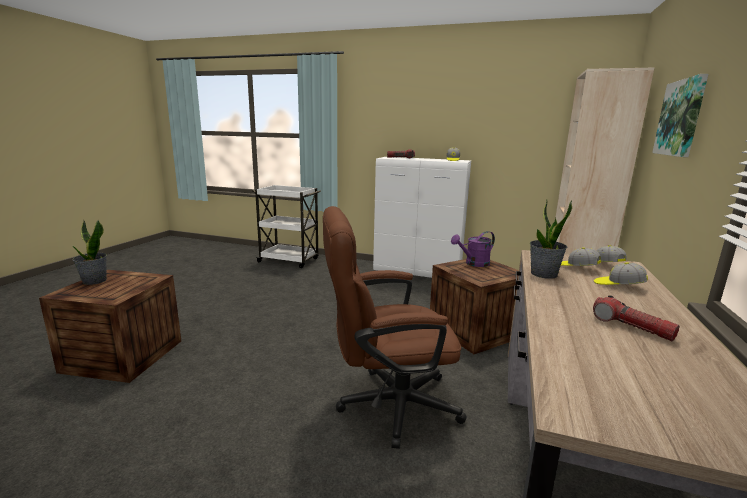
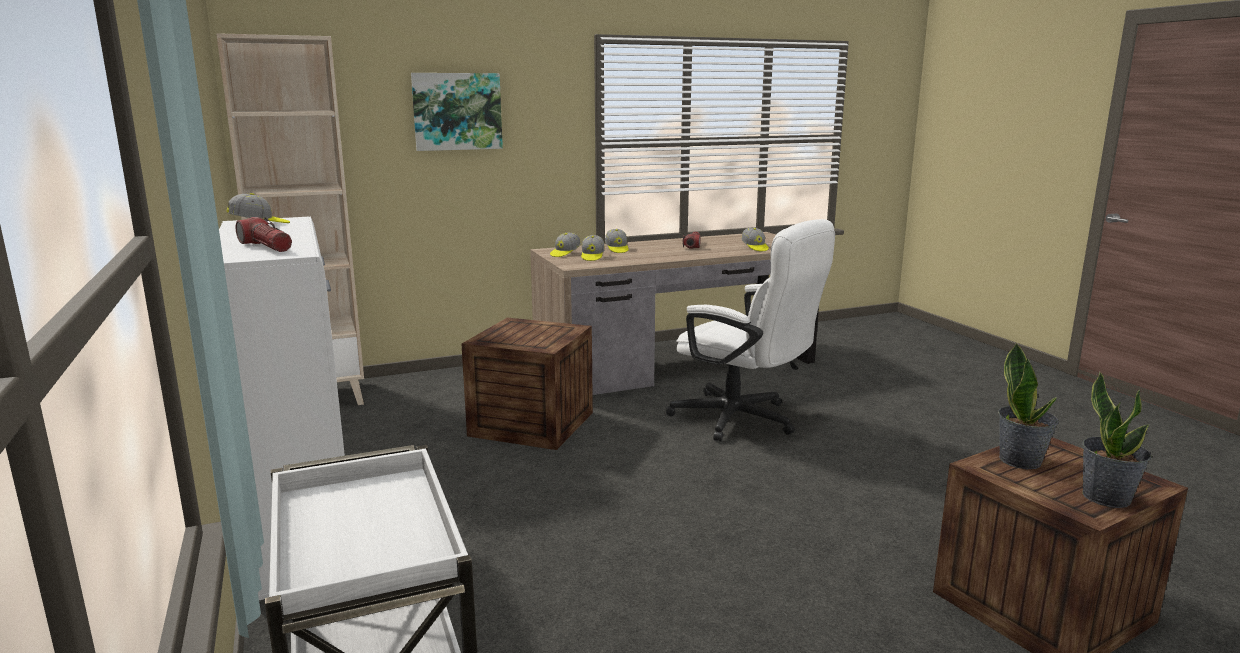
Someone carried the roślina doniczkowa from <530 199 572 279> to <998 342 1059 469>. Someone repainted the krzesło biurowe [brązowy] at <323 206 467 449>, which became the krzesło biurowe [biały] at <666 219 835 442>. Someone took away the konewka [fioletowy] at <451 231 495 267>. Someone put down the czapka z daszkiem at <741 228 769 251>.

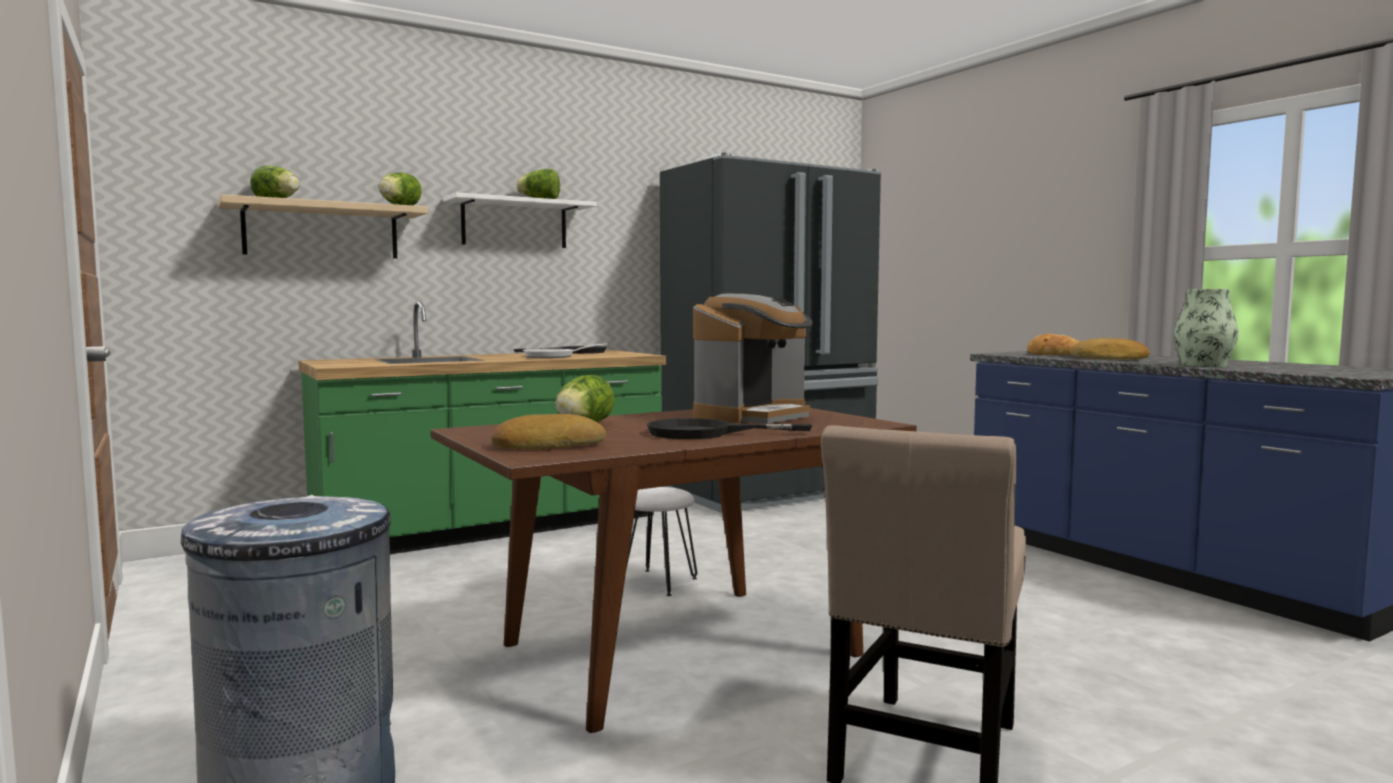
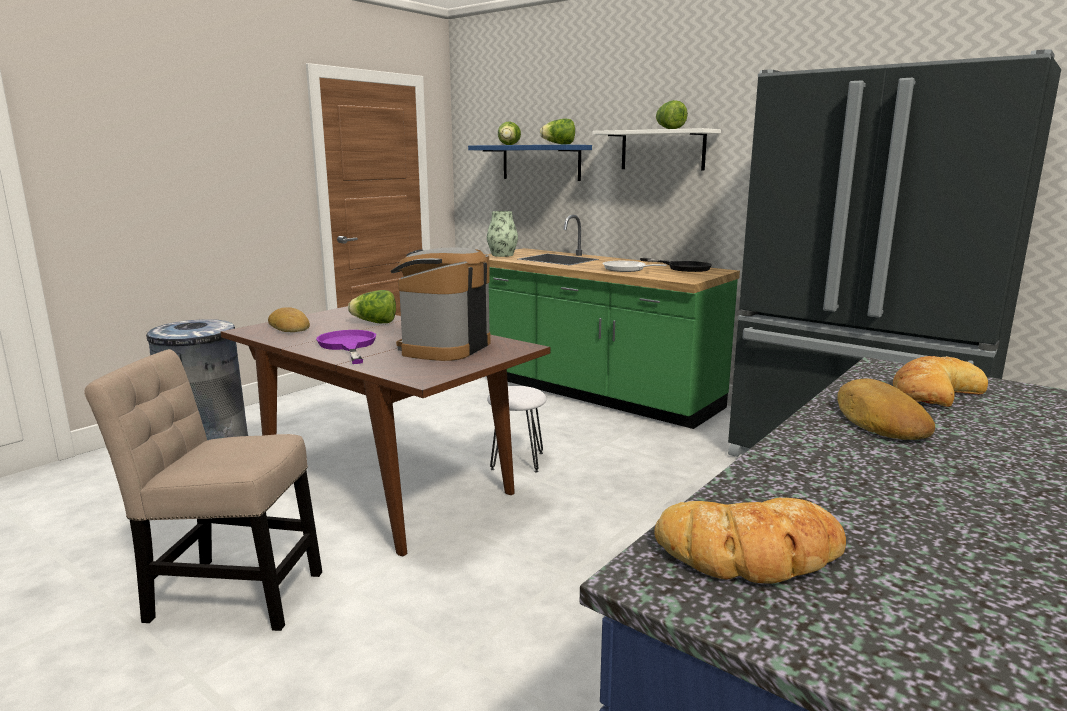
Someone repainted the półka [beżowy] at <218 194 428 259>, which became the półka [niebieski] at <468 145 592 181>. Someone carried the wazon from <1174 289 1239 367> to <487 211 518 257>. Someone rotated the ekspres do kawy at <693 294 813 424> by 90 degrees clockwise. Someone repainted the patelnia [czarny] at <647 418 812 439>, which became the patelnia [fioletowy] at <316 330 376 364>. Someone put down the chleb at <654 497 846 584>.

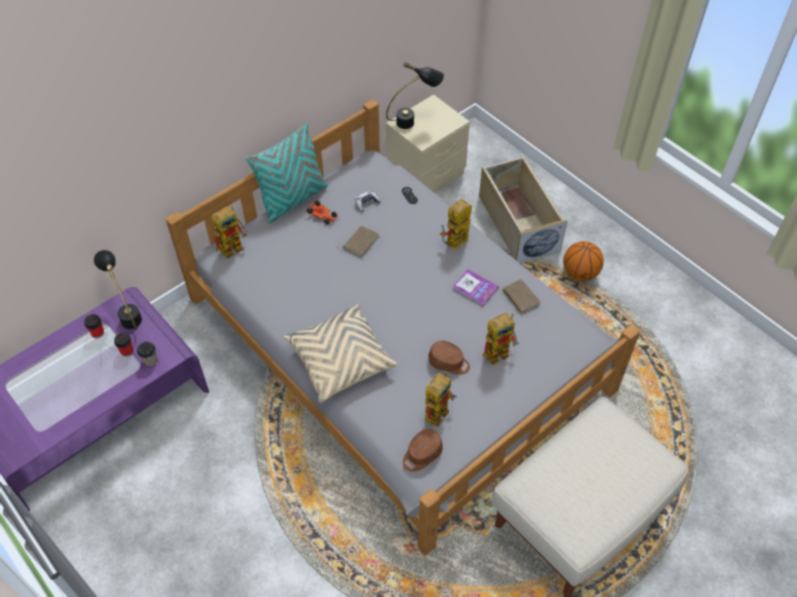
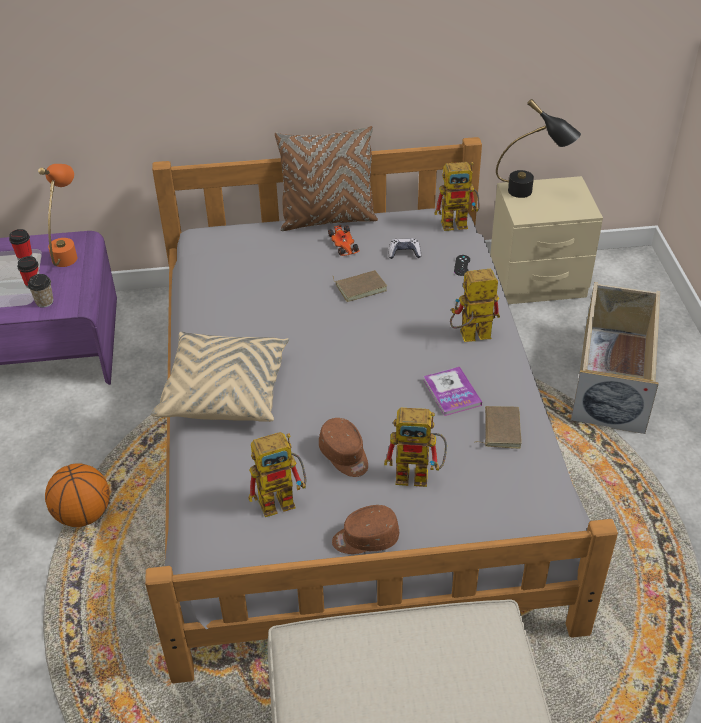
Someone repainted the poduszka [turkusowy] at <246 123 328 224>, which became the poduszka [brązowy] at <275 126 378 231>. Someone carried the robot zabawkowy from <211 206 248 259> to <434 162 480 231>. Someone carried the piłka do koszykówki from <563 241 604 281> to <45 463 110 527>. Someone repainted the lampa stołowa [czarny] at <94 250 142 330>, which became the lampa stołowa [pomarańczowy] at <38 164 77 267>. Someone carried the czapka z daszkiem [brązowy] from <403 429 443 472> to <332 505 399 554>.

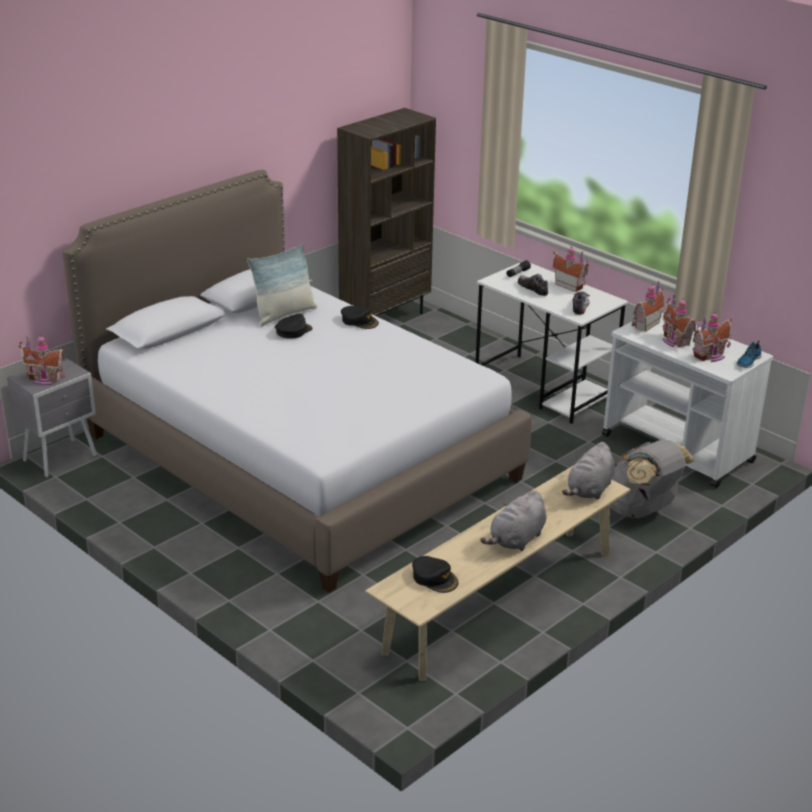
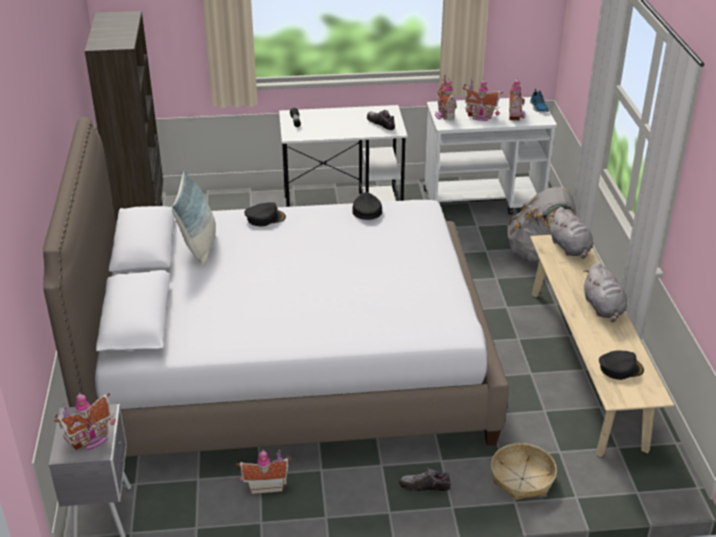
Someone carried the domek from <552 246 589 292> to <236 449 292 494>. Someone carried the but from <518 274 548 296> to <399 467 451 492>. Someone carried the czapka z daszkiem [czarny] from <275 313 313 339> to <352 192 382 220>. Someone put down the koszyk at <491 443 557 500>.

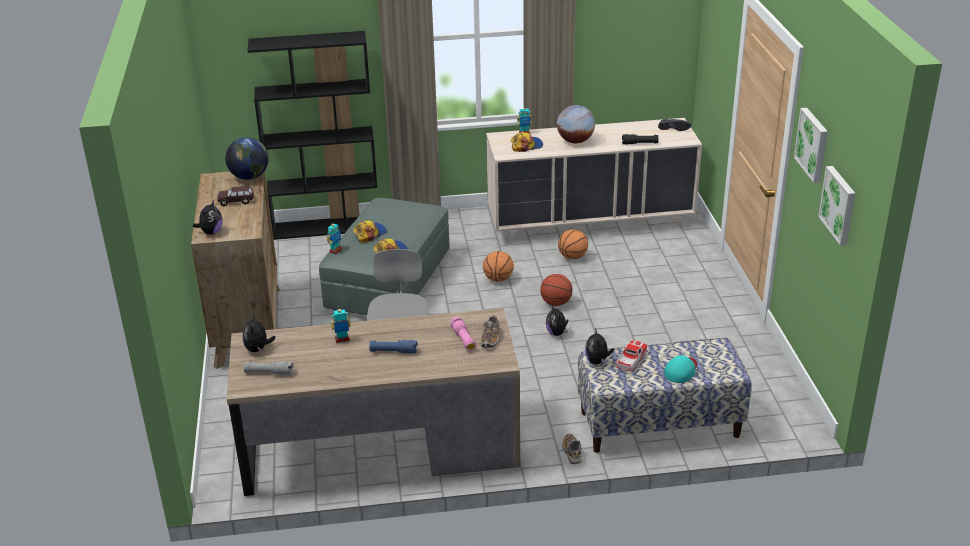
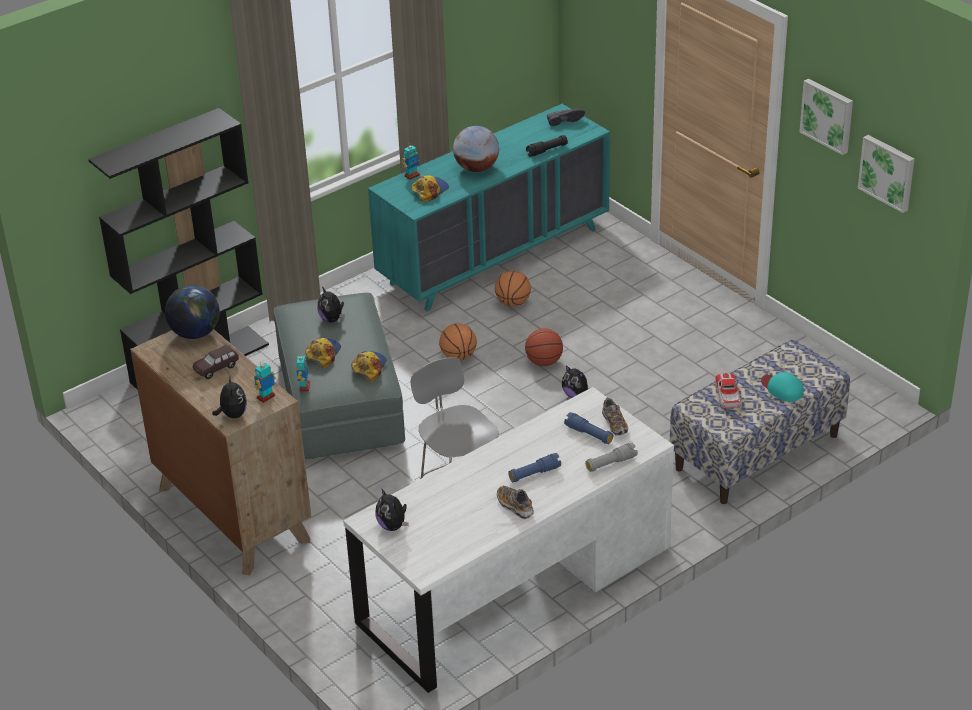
Someone repainted the komoda [beżowy] at <486 118 702 243>, which became the komoda [turkusowy] at <368 104 610 311>. Someone carried the robot zabawkowy from <331 306 351 343> to <254 361 276 403>. Someone repainted the biurko [brązowy] at <227 308 520 496>, which became the biurko [biały] at <343 387 674 693>. Someone repainted the latarka [różowy] at <450 317 476 351>, which became the latarka [niebieski] at <564 412 613 444>. Someone carried the pluszak from <585 328 614 364> to <317 287 345 322>. Someone rotated the czapka z daszkiem [turkusowy] at <664 355 697 383> by 45 degrees counterclockwise. Someone carried the latarka [szary] from <244 361 294 375> to <585 443 638 472>. Someone carried the but from <562 434 582 465> to <497 486 534 519>.

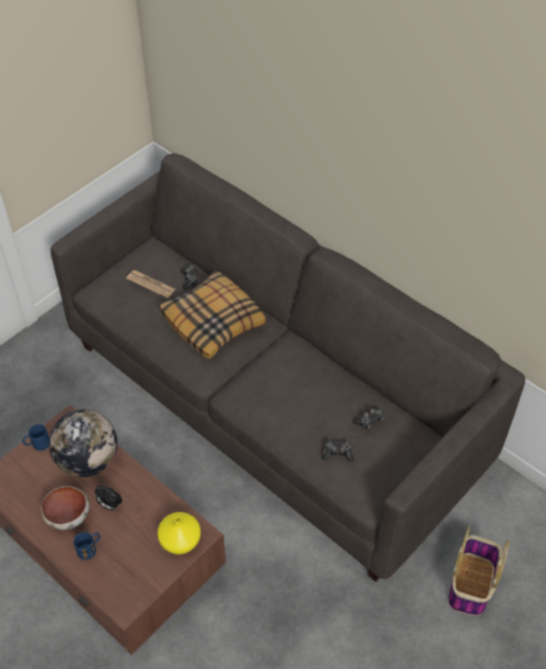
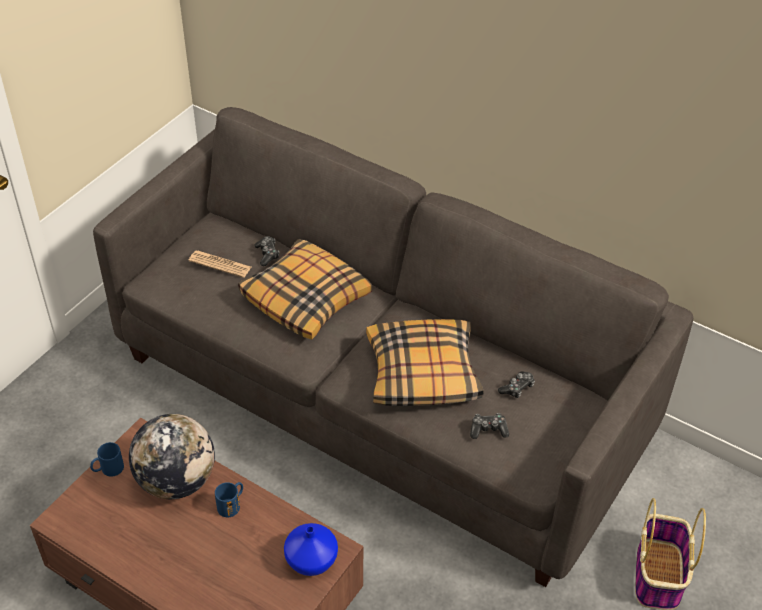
Someone took away the budzik at <95 485 122 511>. Someone took away the miska at <40 486 90 530>. Someone repainted the wazon [żółty] at <157 512 201 554>, which became the wazon [niebieski] at <284 523 338 576>. Someone carried the kubek [niebieski] from <74 532 100 560> to <215 482 243 517>. Someone put down the poduszka at <366 319 484 406>.

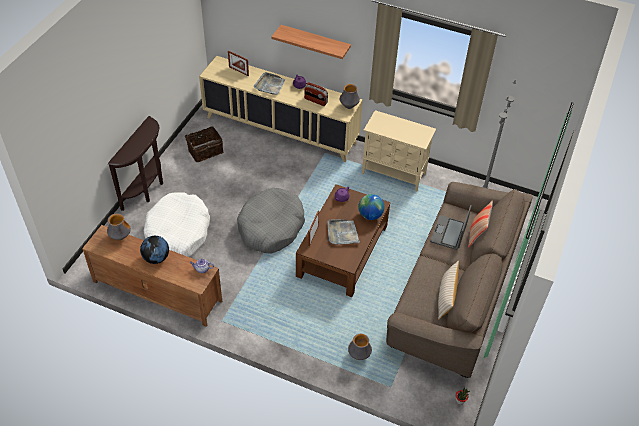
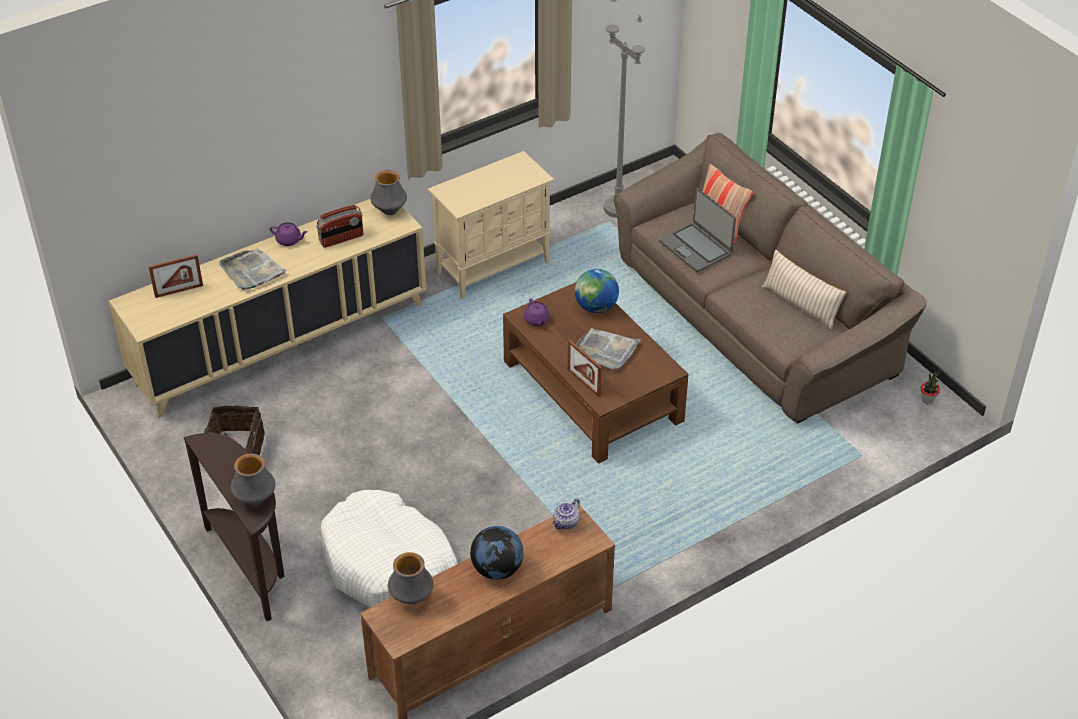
Someone took away the półka at <271 25 351 59>. Someone took away the legowisko [szary] at <237 188 305 253>. Someone carried the wazon from <348 334 372 360> to <231 453 275 505>.

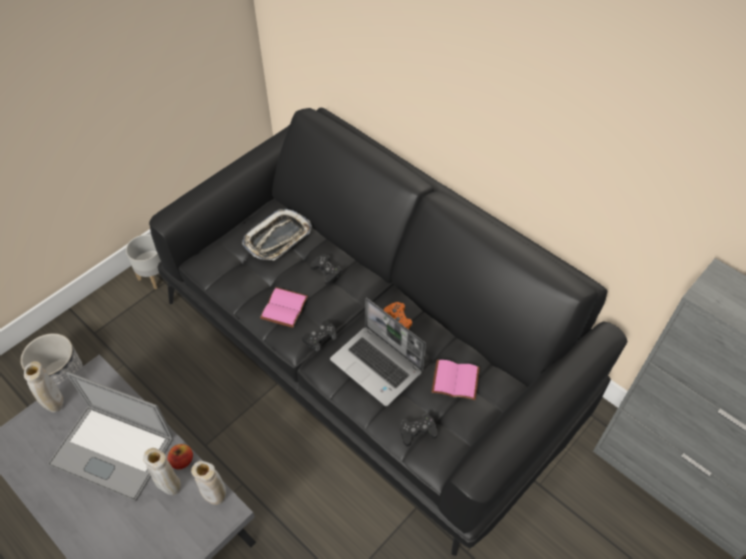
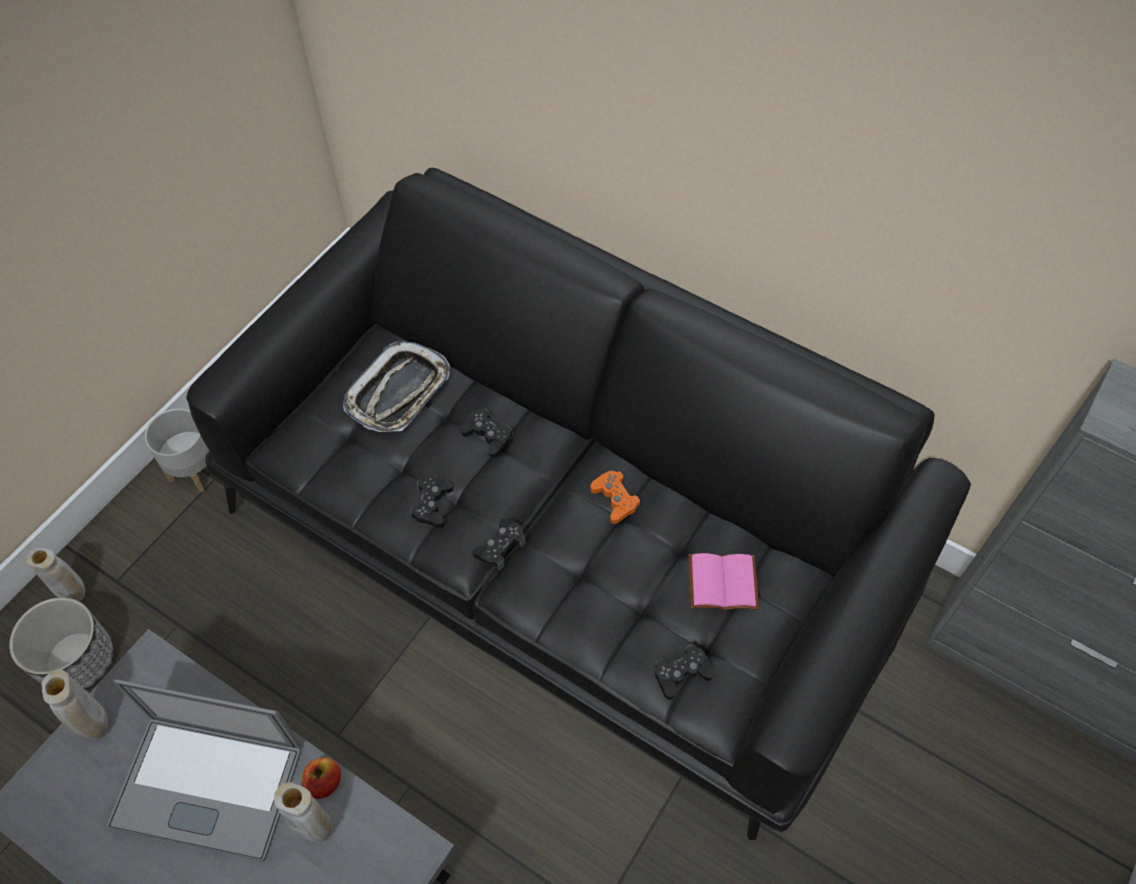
Someone swapped the książka [różowy] at <260 287 308 328> for the pad do gier [czarny] at <410 476 453 528>. Someone took away the laptop at <330 298 426 406>. Someone carried the wazon [beżowy] from <191 461 226 505> to <26 548 85 602>.

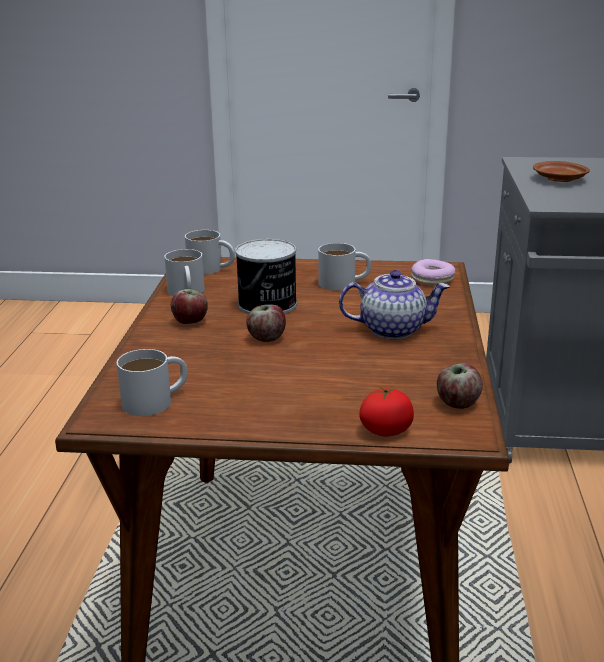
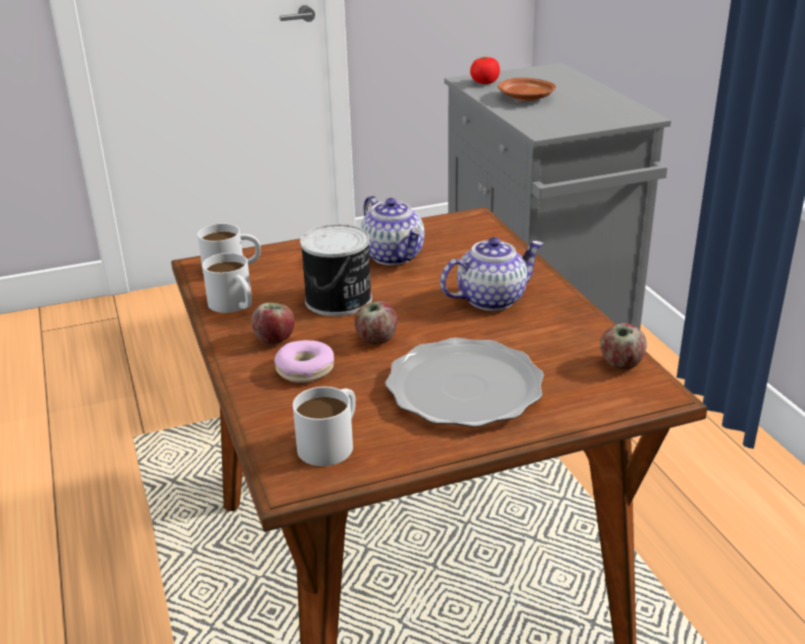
Someone swapped the kubek [biały] at <318 243 371 291> for the imbryk at <361 196 425 265>. Someone carried the donut from <411 259 455 286> to <275 340 334 383>. Someone carried the pomidor from <359 386 414 437> to <470 57 500 84>. Someone put down the talerz at <385 337 544 427>.

